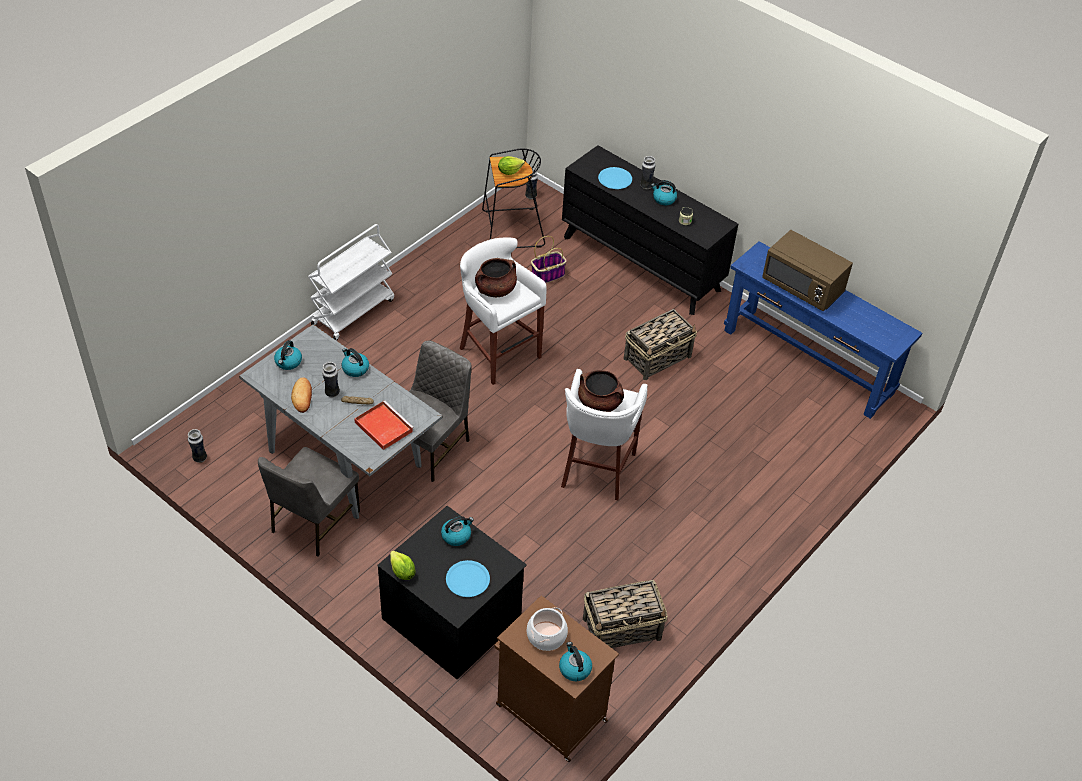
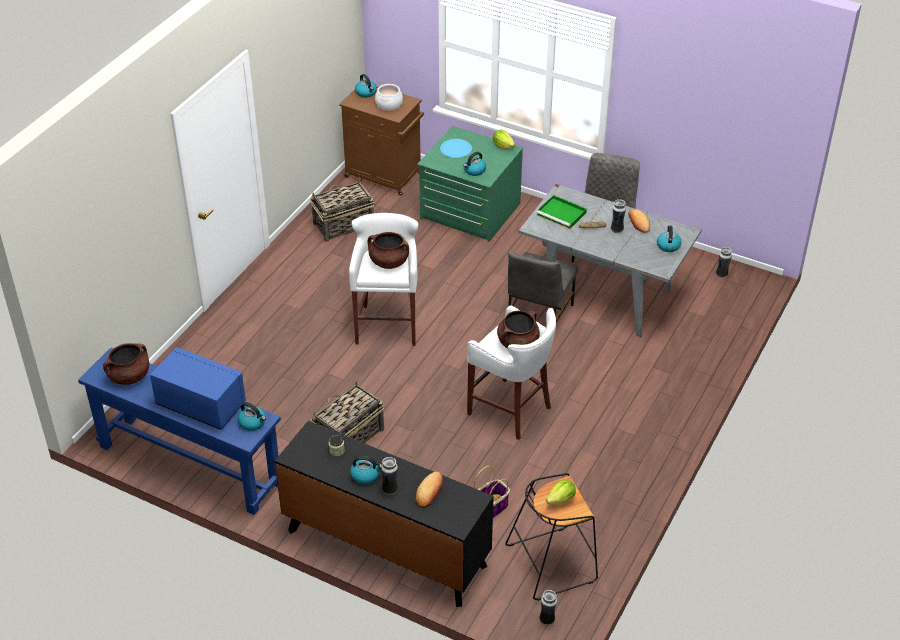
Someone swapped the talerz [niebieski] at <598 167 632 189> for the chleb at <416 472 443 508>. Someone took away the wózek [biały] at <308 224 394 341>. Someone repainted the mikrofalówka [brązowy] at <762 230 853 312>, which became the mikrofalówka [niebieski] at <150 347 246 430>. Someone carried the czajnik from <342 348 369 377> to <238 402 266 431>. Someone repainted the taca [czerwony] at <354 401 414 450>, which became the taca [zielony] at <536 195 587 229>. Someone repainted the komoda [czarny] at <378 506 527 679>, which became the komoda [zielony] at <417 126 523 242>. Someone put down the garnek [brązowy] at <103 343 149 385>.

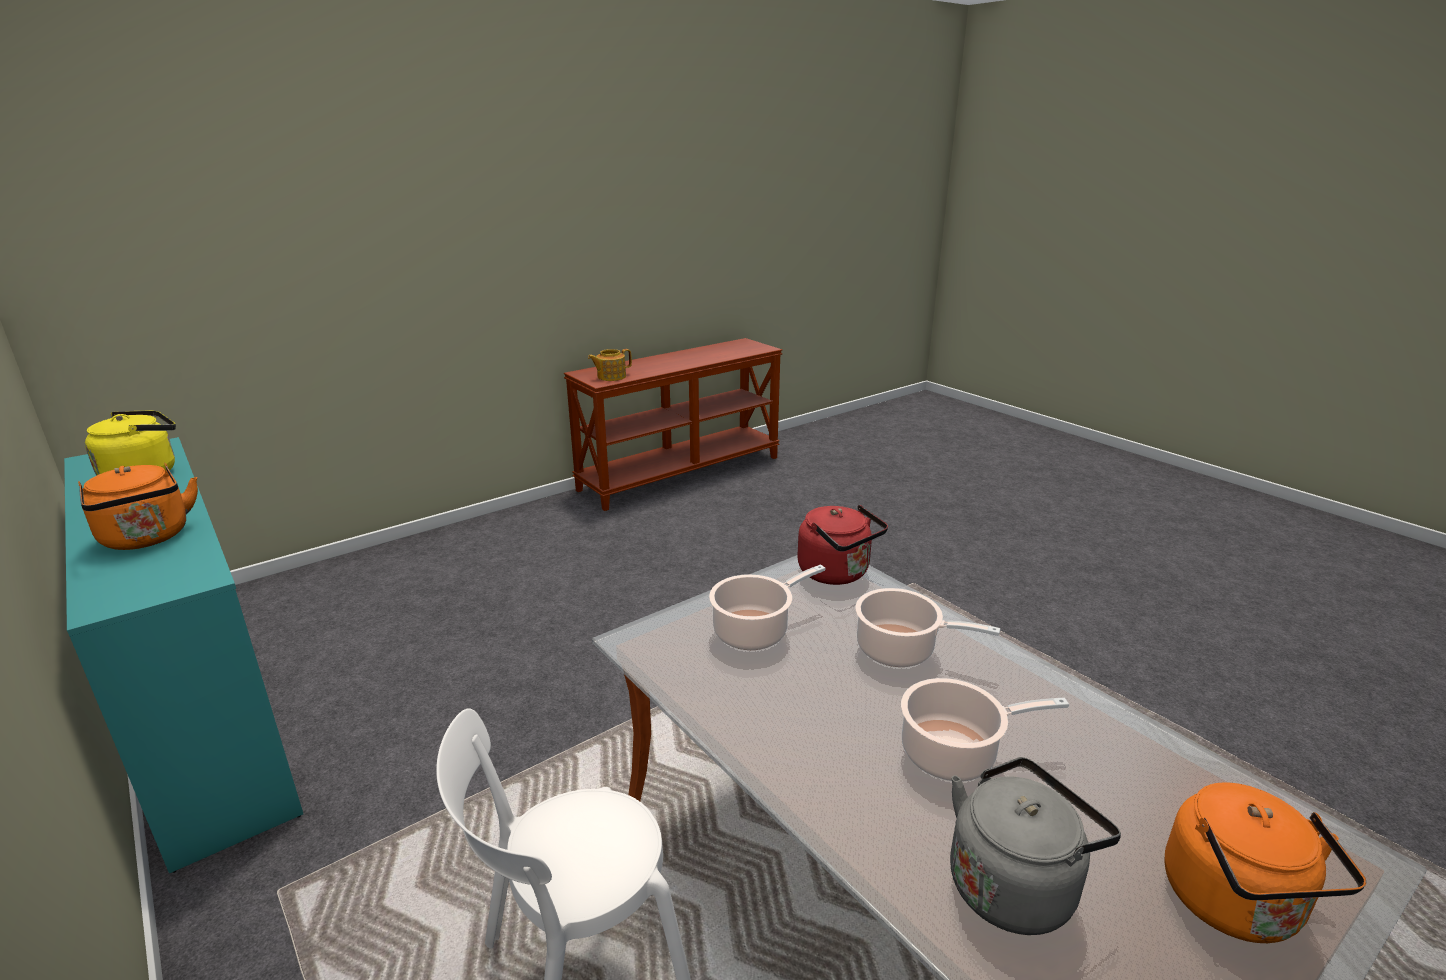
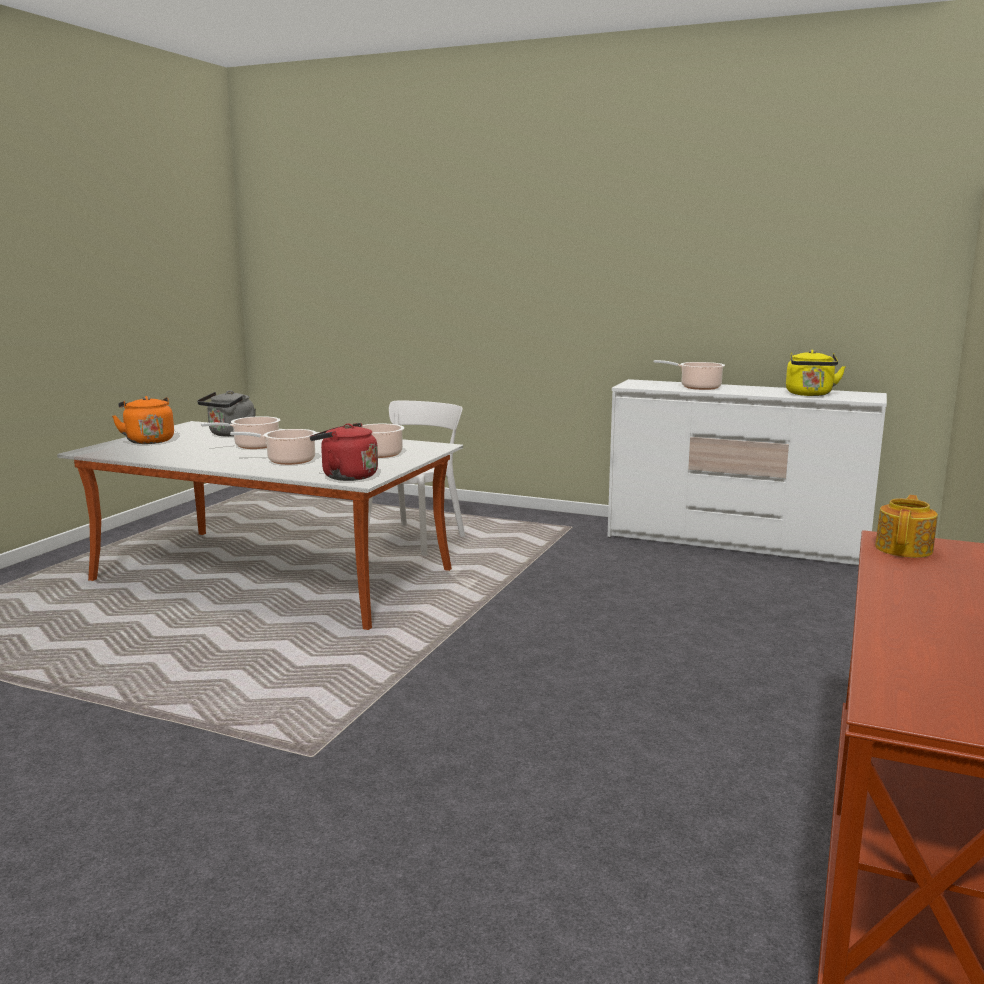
Someone repainted the komoda [turkusowy] at <64 437 303 873>, which became the komoda [biały] at <607 379 887 565>. Someone swapped the czajnik [pomarańczowy] at <78 463 198 550> for the garnek at <654 360 725 390>.

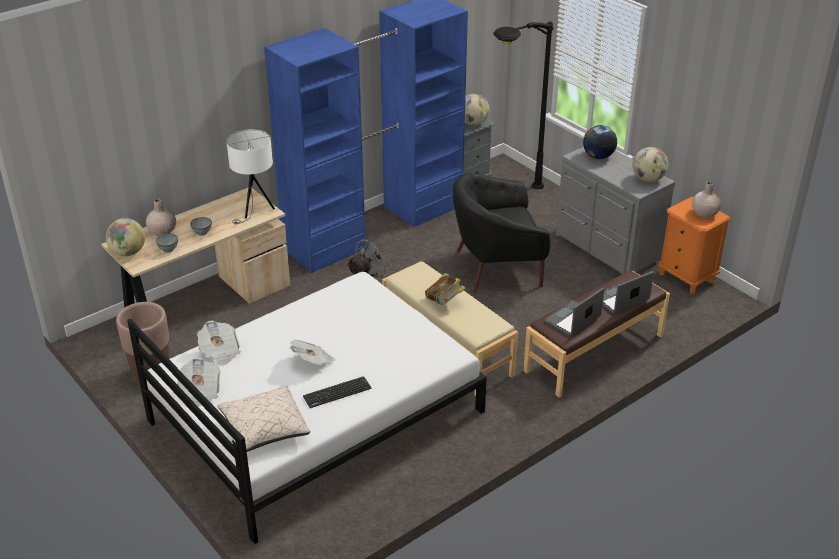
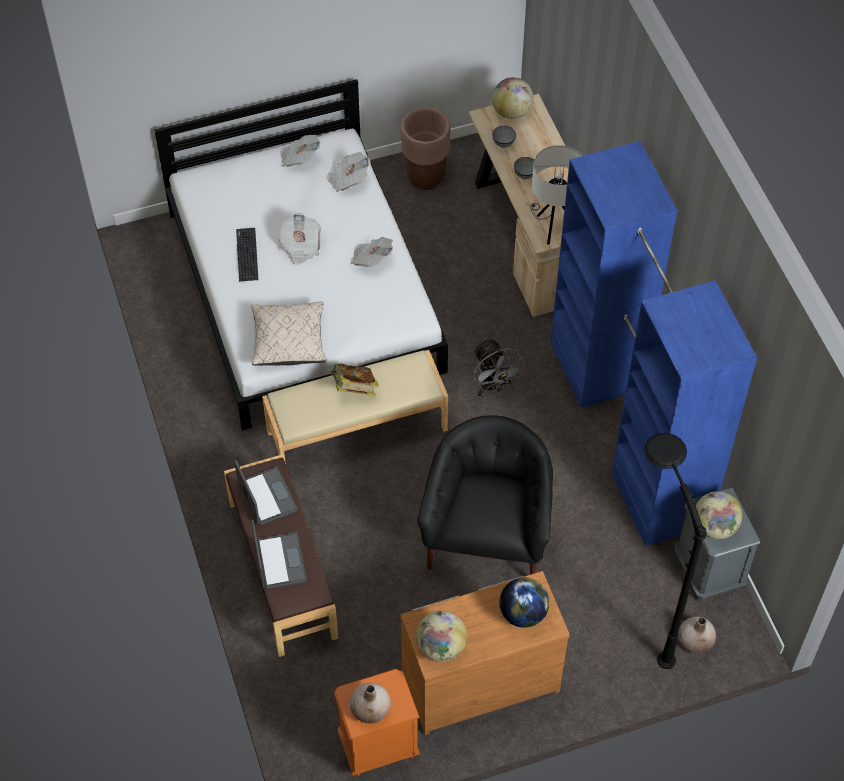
Someone repainted the komoda [szary] at <556 147 675 274>, which became the komoda [brązowy] at <400 571 570 735>. Someone carried the wazon [beżowy] from <146 199 176 236> to <678 616 716 653>. Someone carried the poduszka [beżowy] from <218 386 310 452> to <251 301 326 366>. Someone put down the gazeta at <351 237 393 267>.

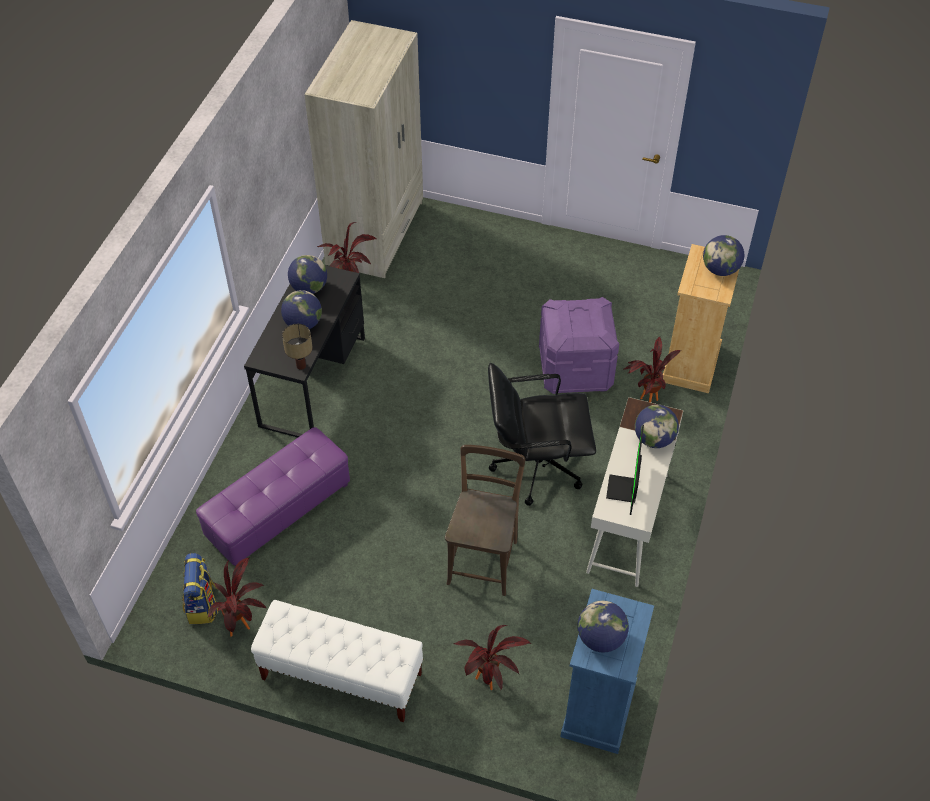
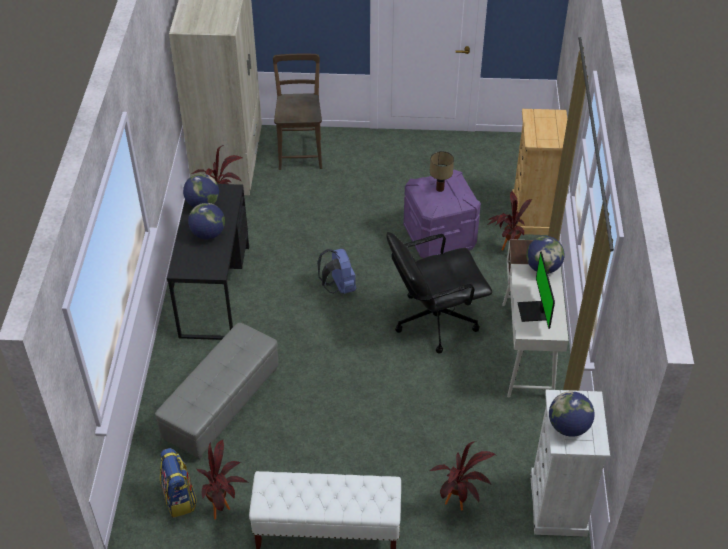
Someone took away the globus at <703 235 744 276>. Someone carried the lampa stołowa from <282 324 313 370> to <430 151 454 192>. Someone repainted the pufa [fioletowy] at <196 427 350 566>, which became the pufa [szary] at <155 323 279 460>. Someone carried the krzesło [brązowy] from <445 445 525 596> to <273 54 322 170>. Someone repainted the komoda [niebieski] at <560 589 654 754>, which became the komoda [biały] at <530 390 610 537>. Someone put down the plecak [niebieski] at <317 249 356 294>.

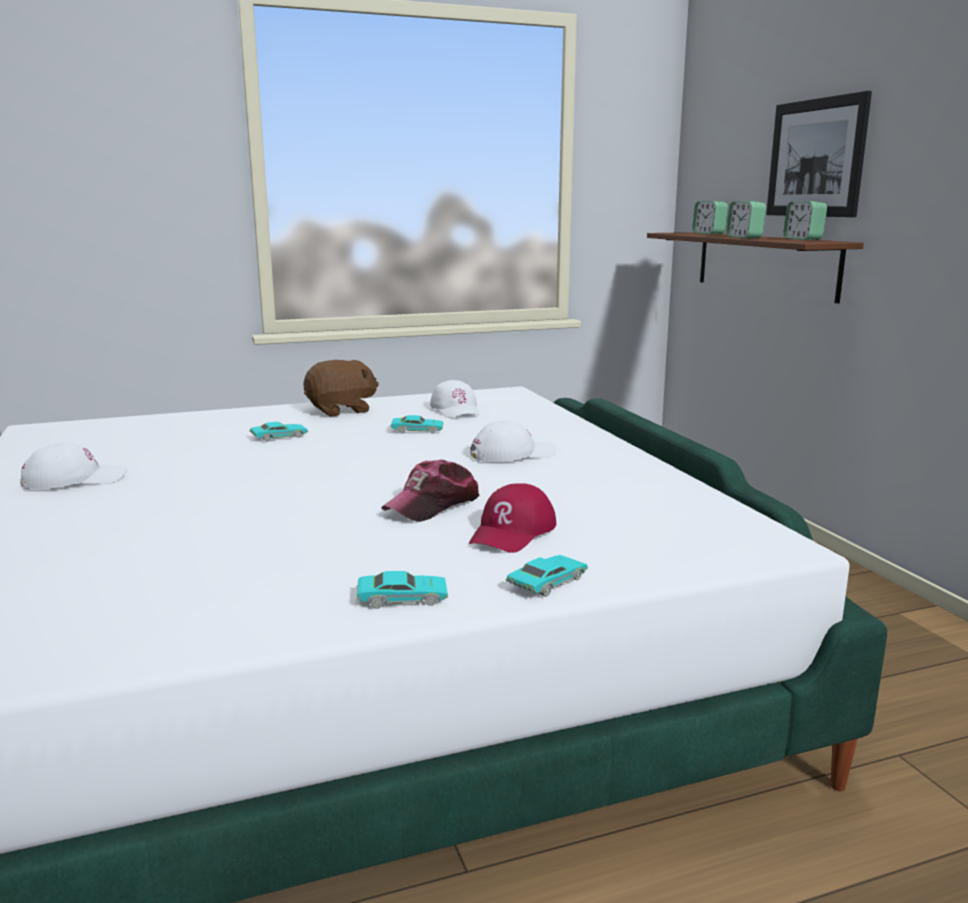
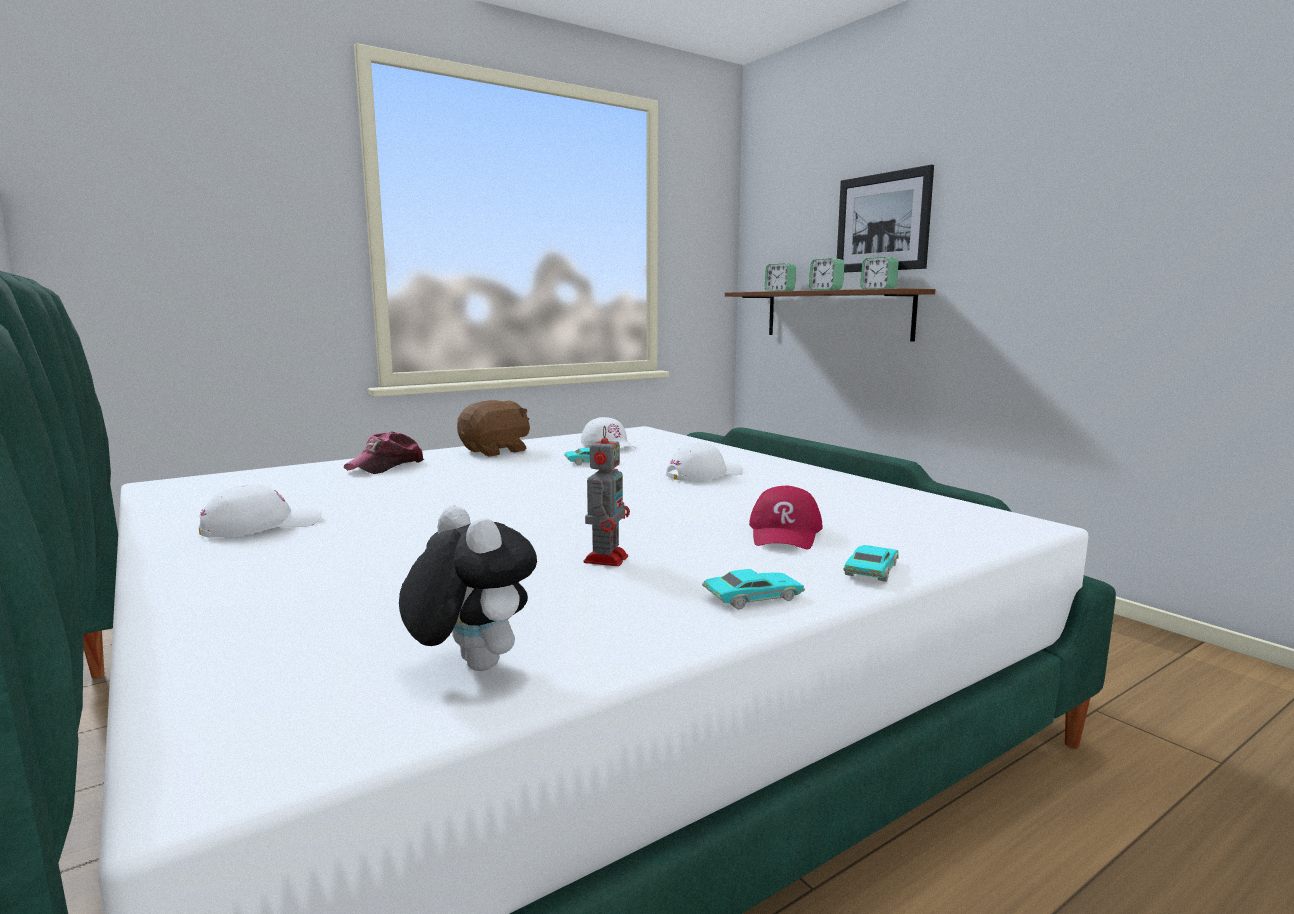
Someone took away the samochodzik [turkusowy] at <249 422 308 442>. Someone carried the czapka z daszkiem from <381 459 480 522> to <344 431 425 474>. Someone put down the robot zabawkowy at <584 426 630 566>. Someone put down the pluszak at <399 506 537 671>.

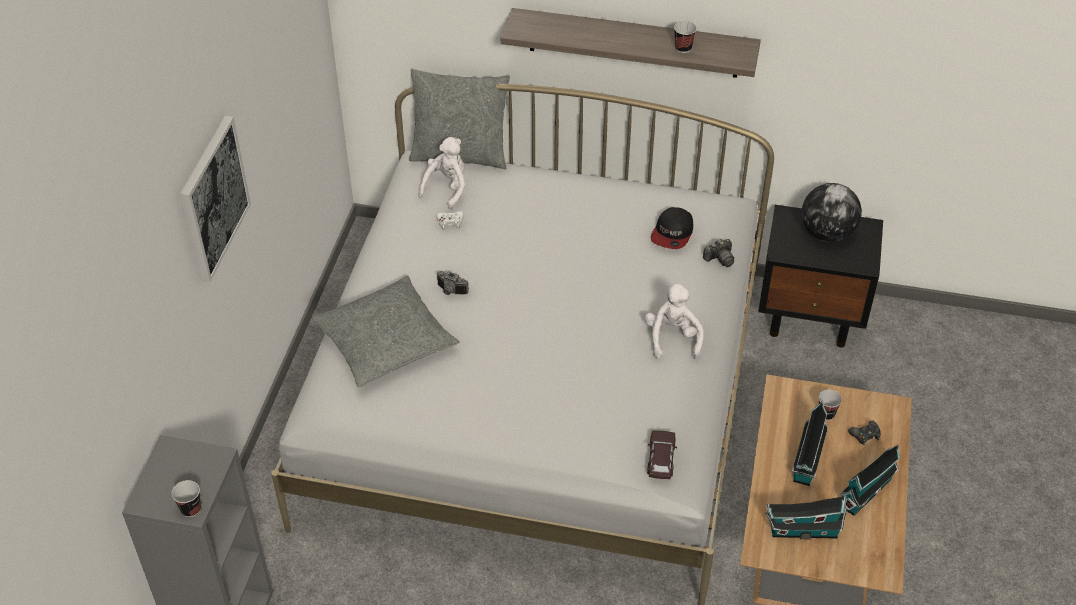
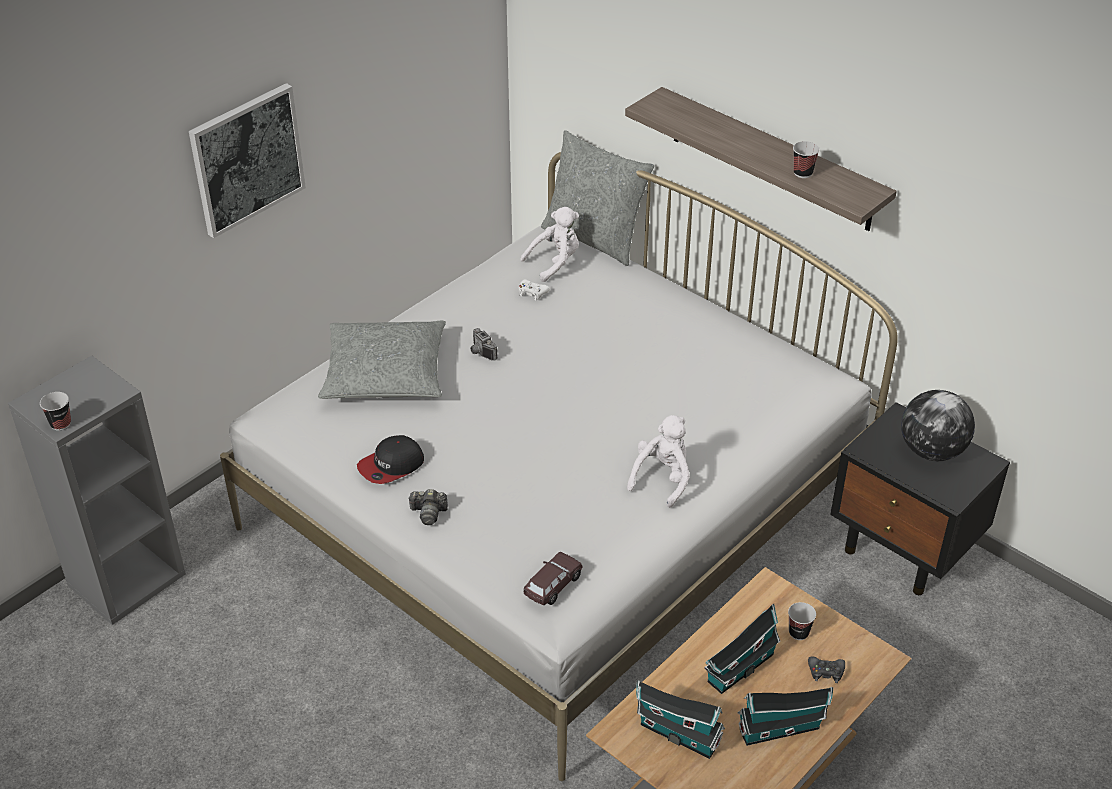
Someone carried the czapka z daszkiem from <651 207 693 249> to <357 435 424 484>. Someone carried the aparat fotograficzny from <703 239 734 267> to <408 489 448 525>.

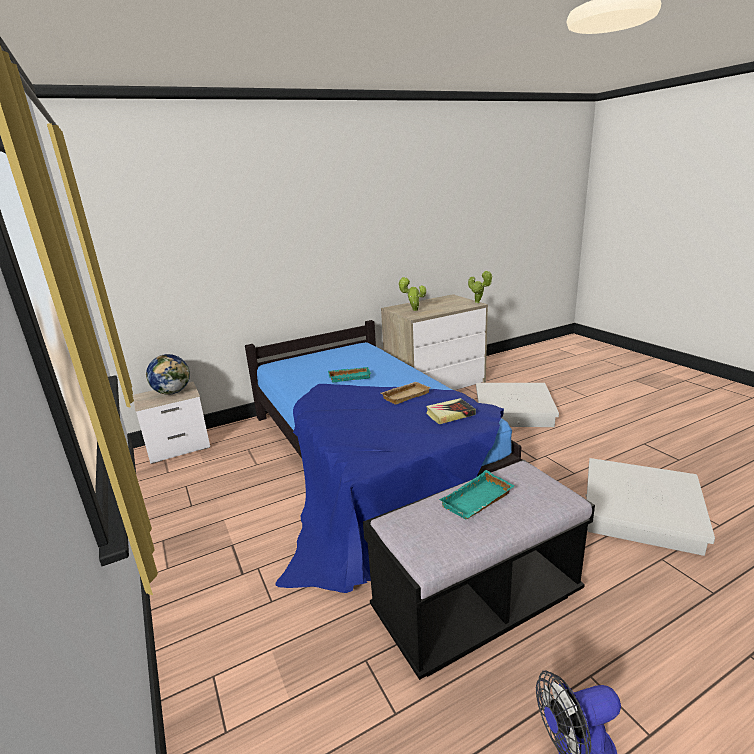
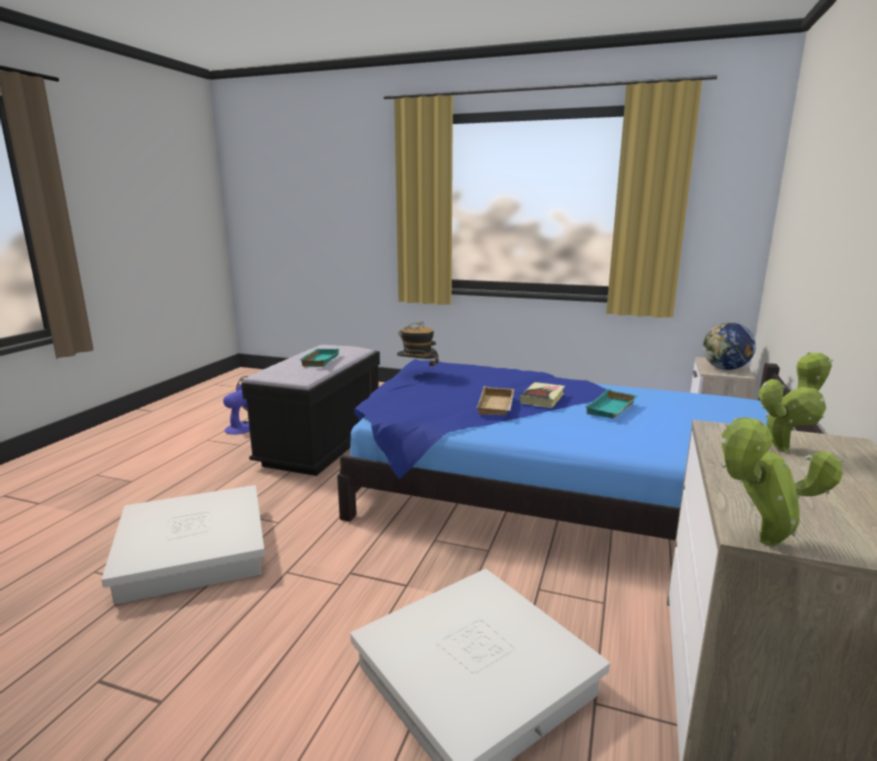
Someone carried the książka from <426 398 476 424> to <520 382 565 408>. Someone put down the kapelusz at <397 322 439 375>.

